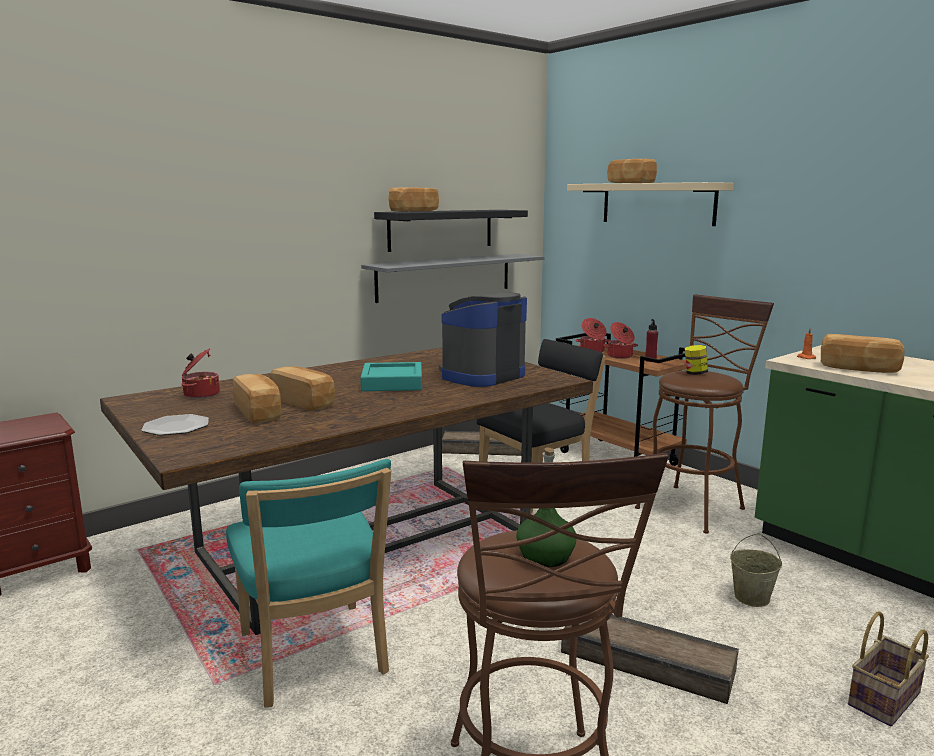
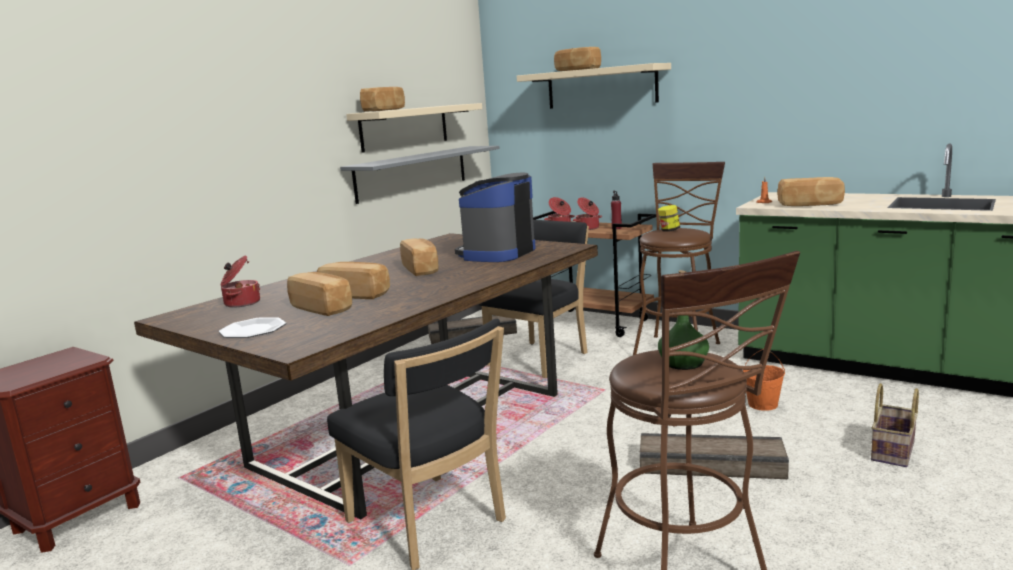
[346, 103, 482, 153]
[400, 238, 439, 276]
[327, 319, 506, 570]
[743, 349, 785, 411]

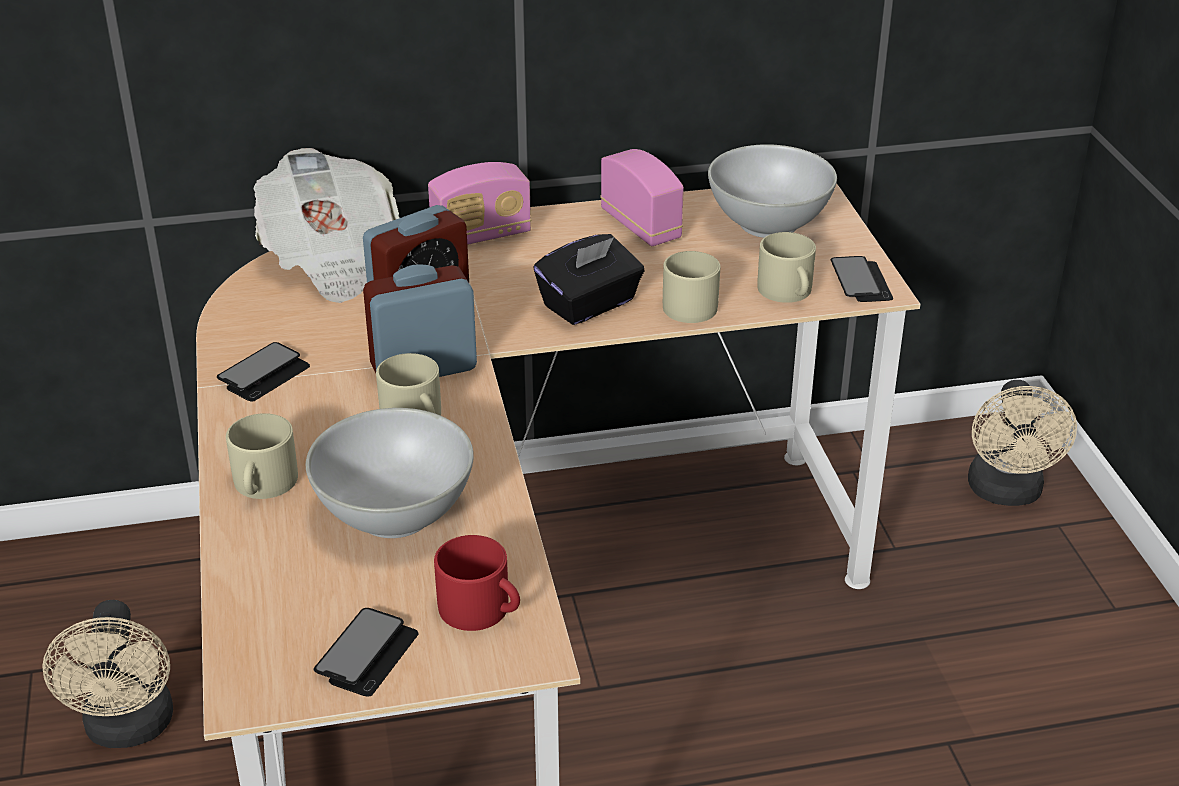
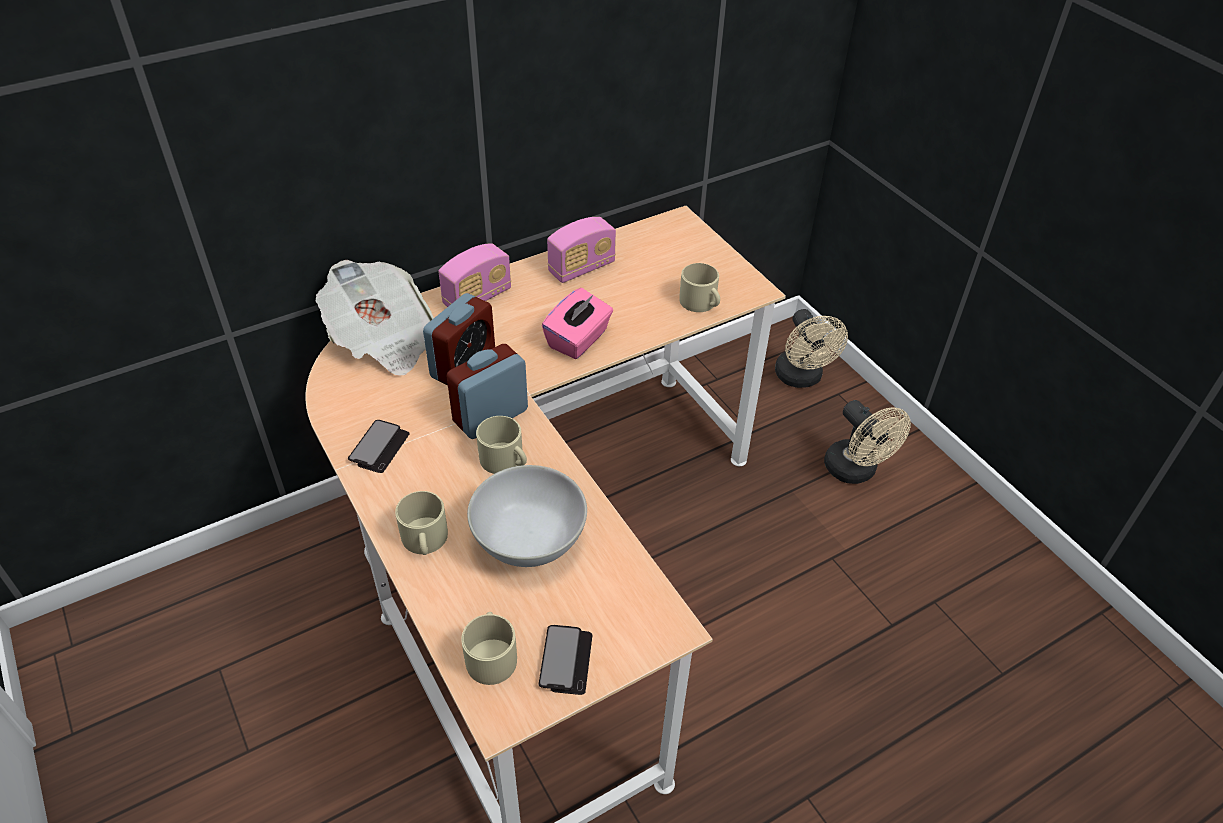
[708, 144, 837, 238] (first image)
[547, 217, 616, 283]
[542, 288, 613, 359]
[461, 612, 517, 685]
[830, 256, 893, 302] (first image)
[434, 535, 520, 631] (first image)
[824, 400, 911, 484]

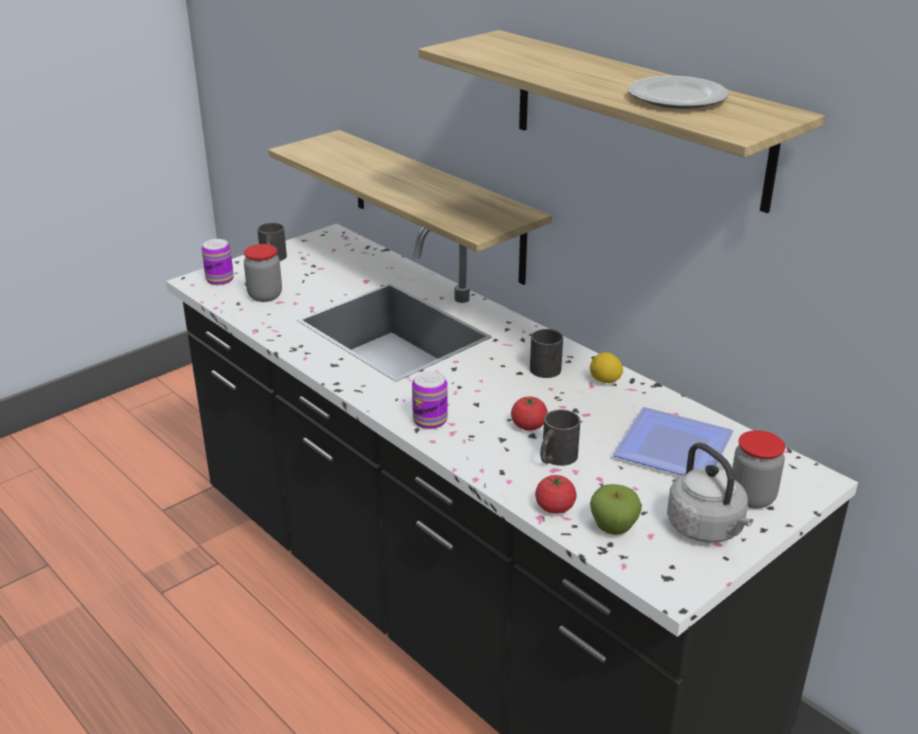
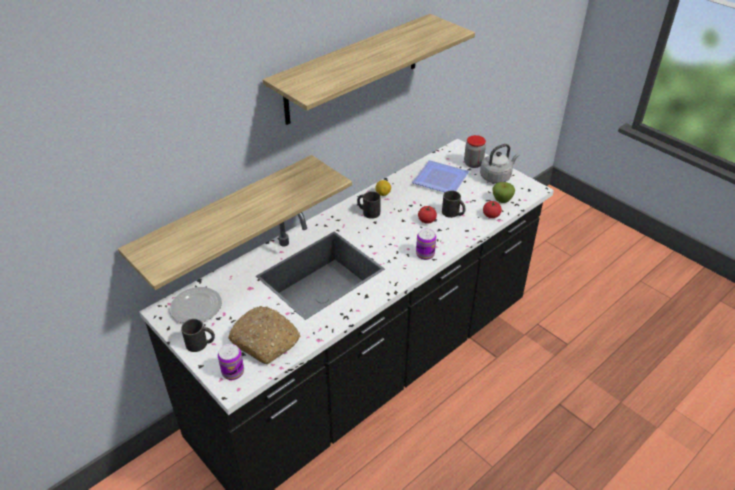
[170, 287, 222, 323]
[228, 306, 300, 364]

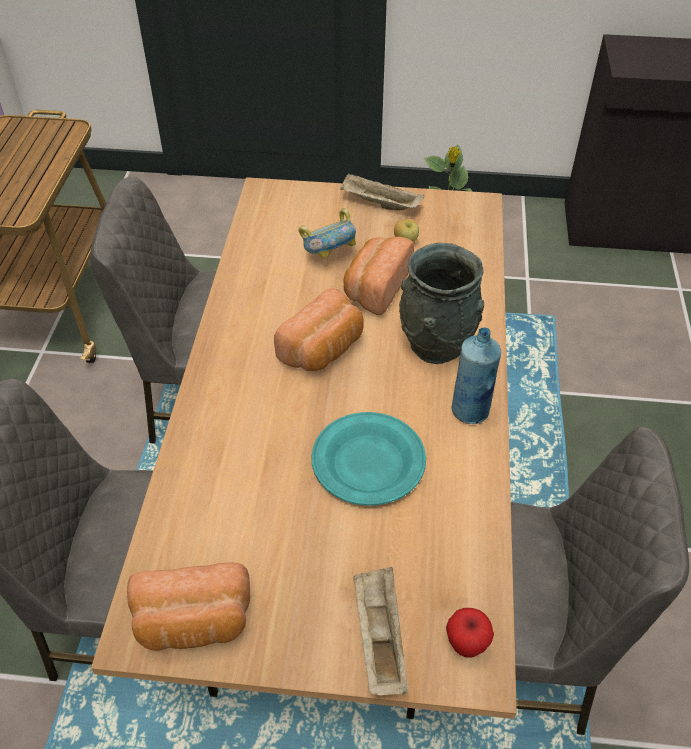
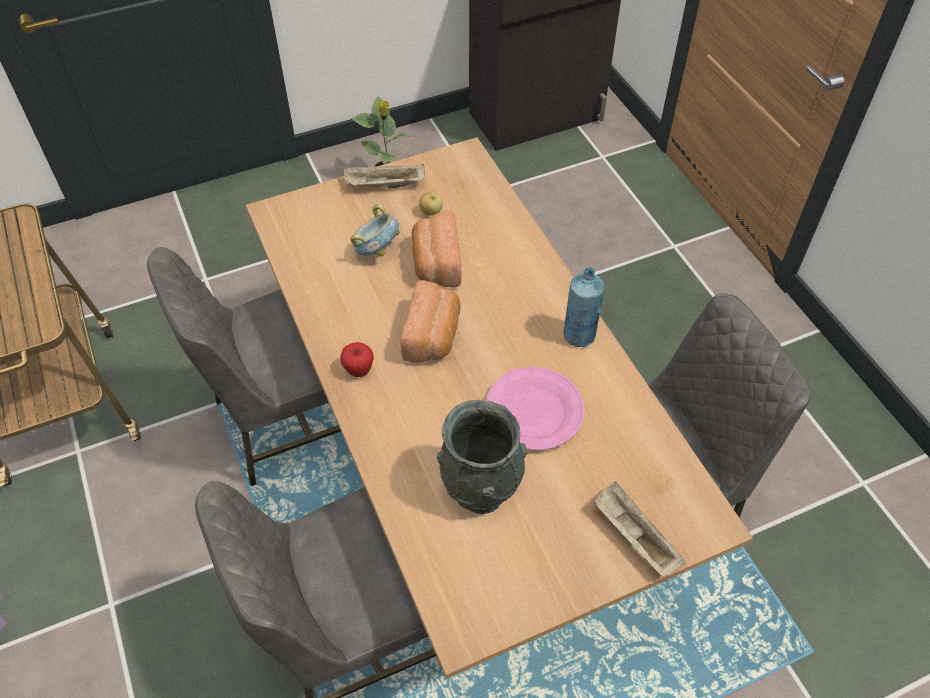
[437, 400, 527, 514]
[486, 367, 584, 450]
[127, 563, 250, 651] (first image)
[340, 342, 374, 377]

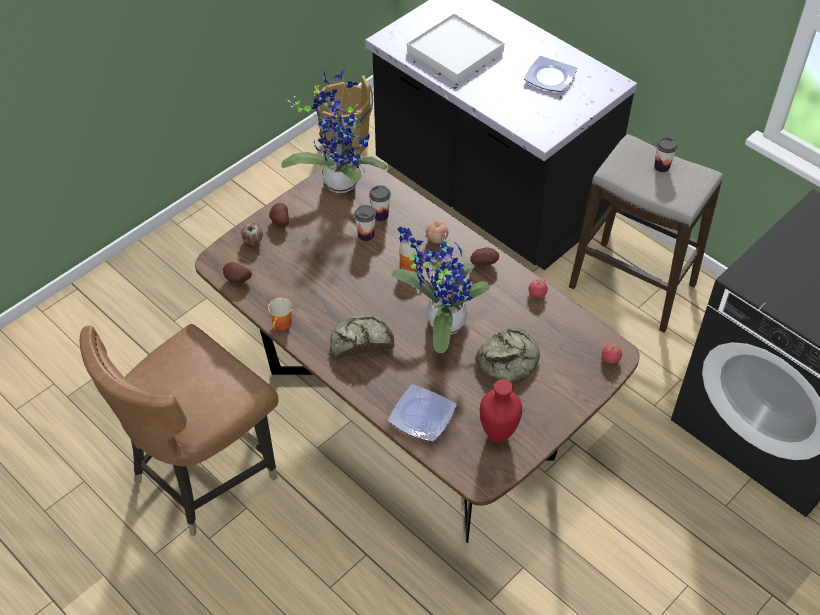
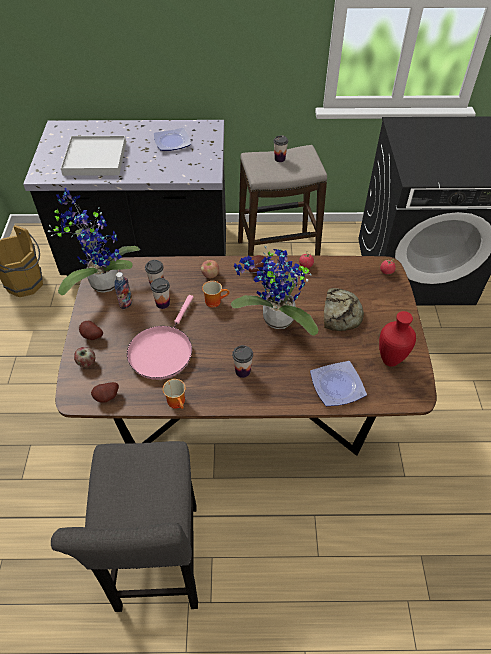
[232, 345, 253, 378]
[51, 441, 198, 612]
[114, 272, 133, 309]
[127, 295, 194, 380]

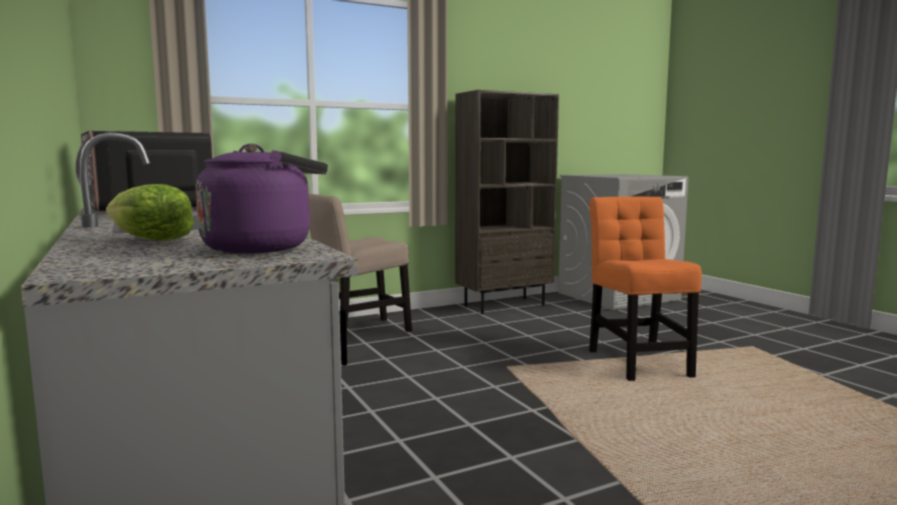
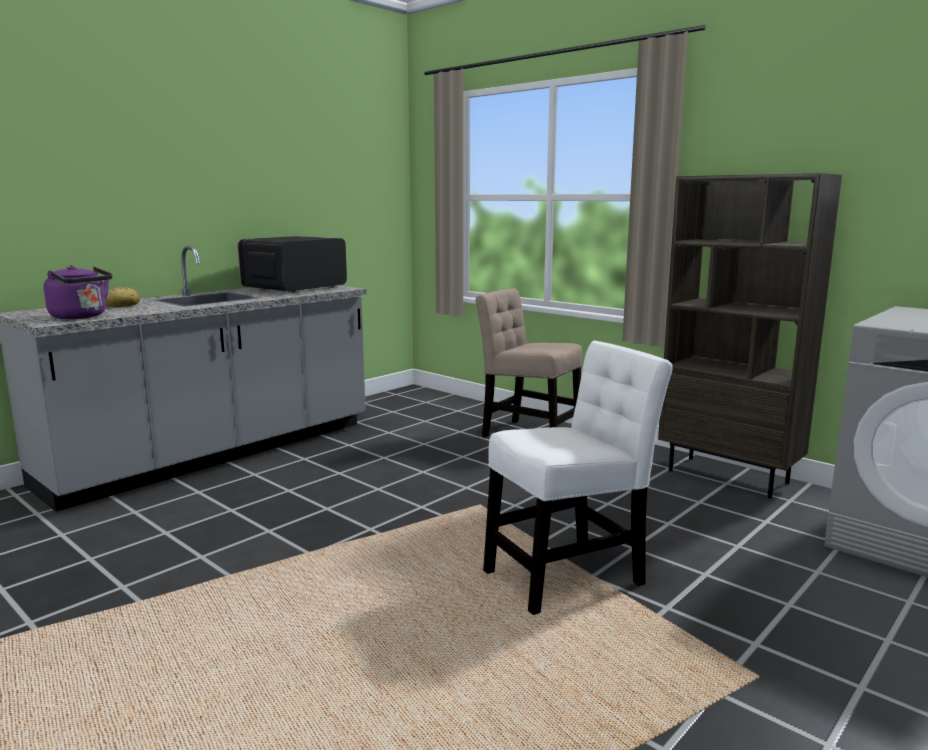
[105, 286, 140, 308]
[483, 341, 673, 615]

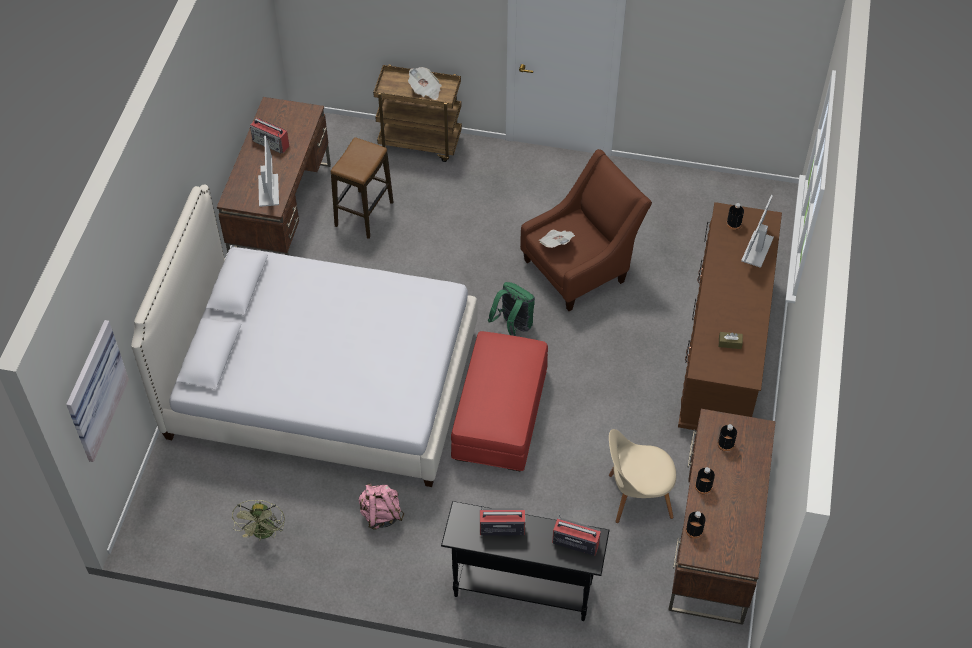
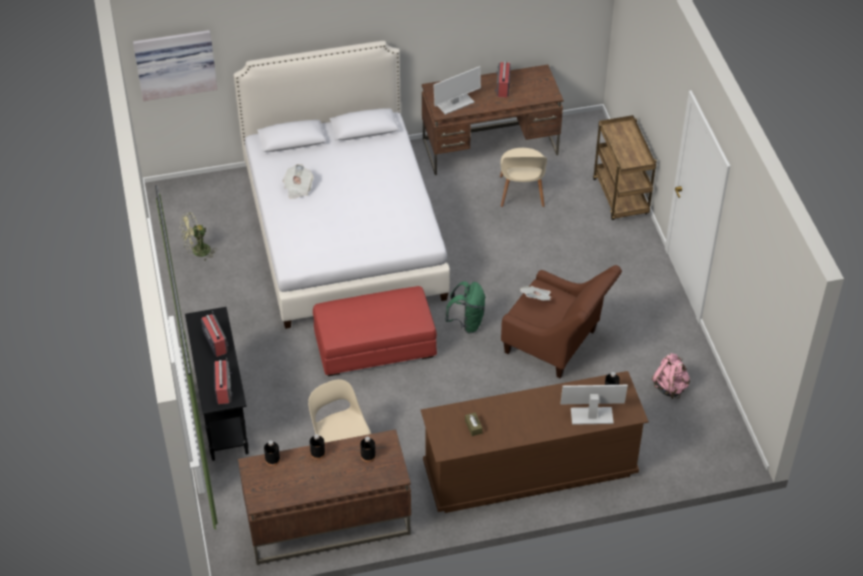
[283, 164, 314, 199]
[500, 148, 547, 207]
[652, 353, 690, 399]

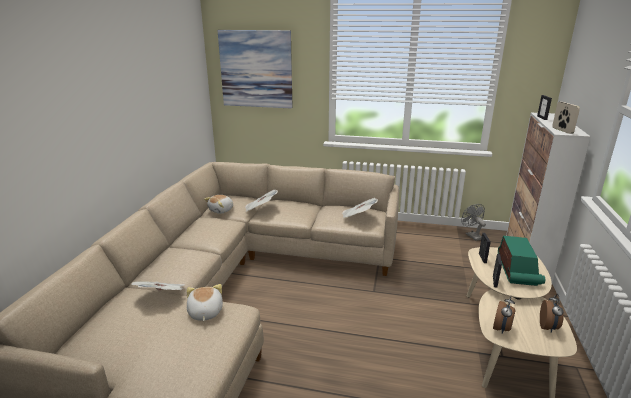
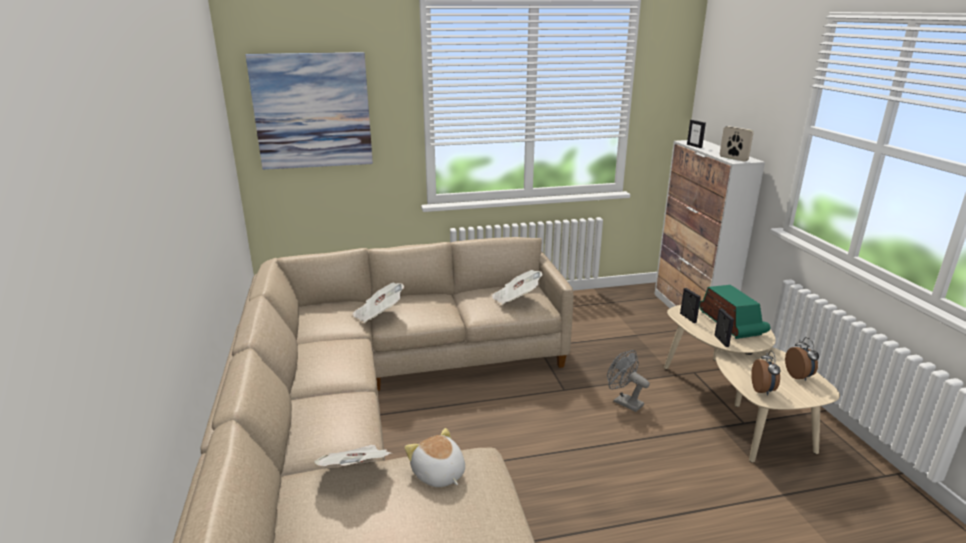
[204, 195, 233, 214] (first image)
[607, 350, 650, 412]

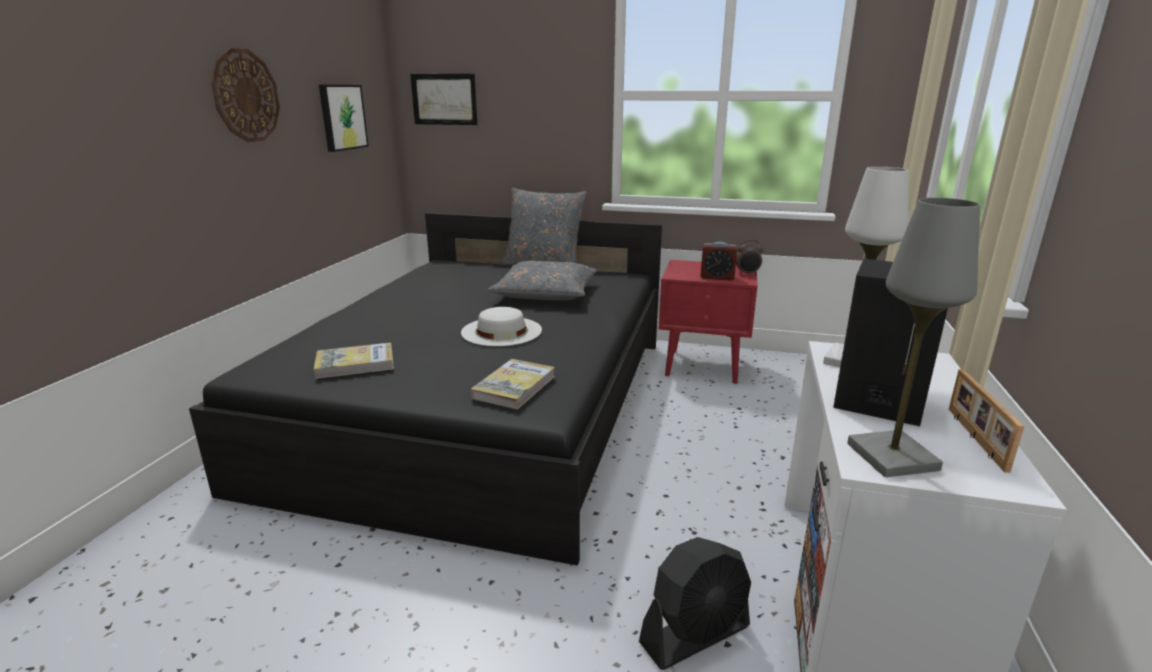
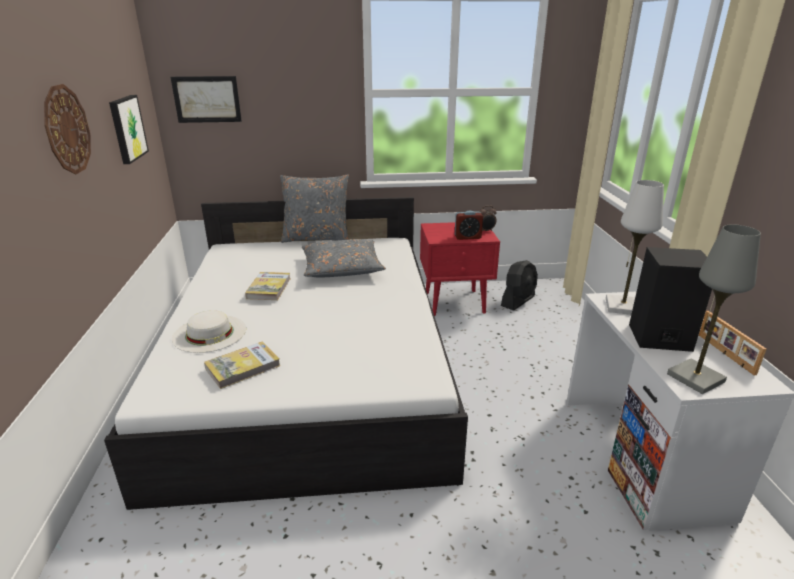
[104, 197, 468, 510]
[172, 310, 246, 353]
[245, 272, 291, 300]
[501, 260, 538, 311]

